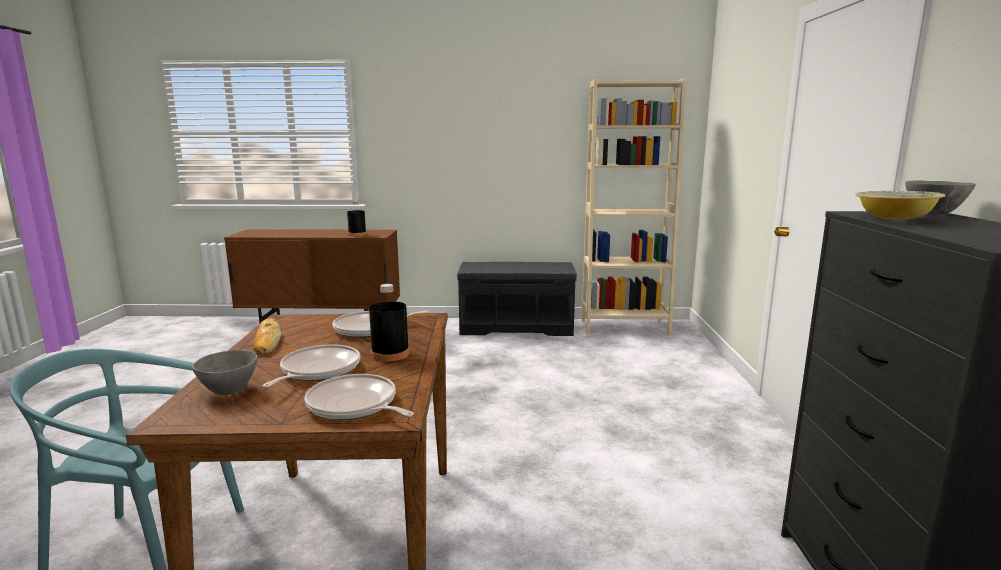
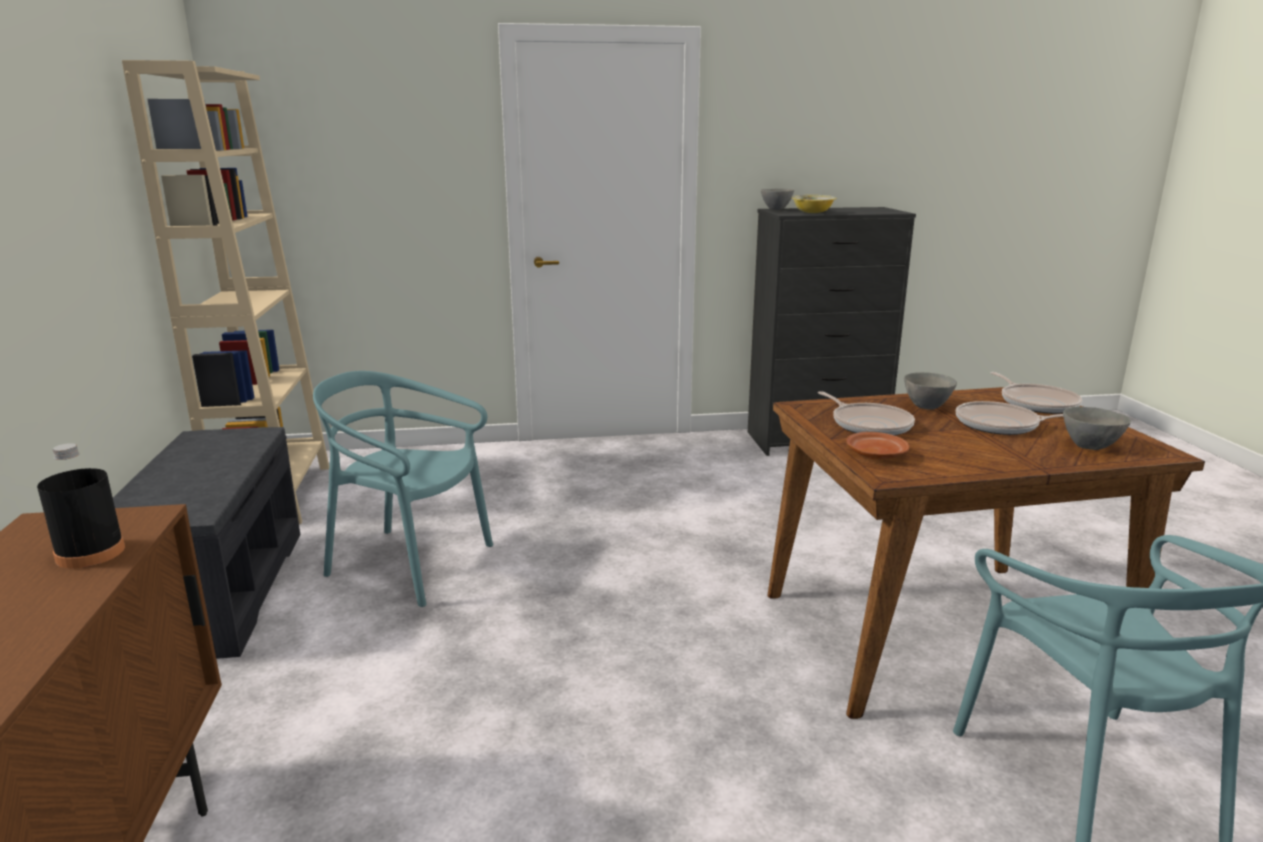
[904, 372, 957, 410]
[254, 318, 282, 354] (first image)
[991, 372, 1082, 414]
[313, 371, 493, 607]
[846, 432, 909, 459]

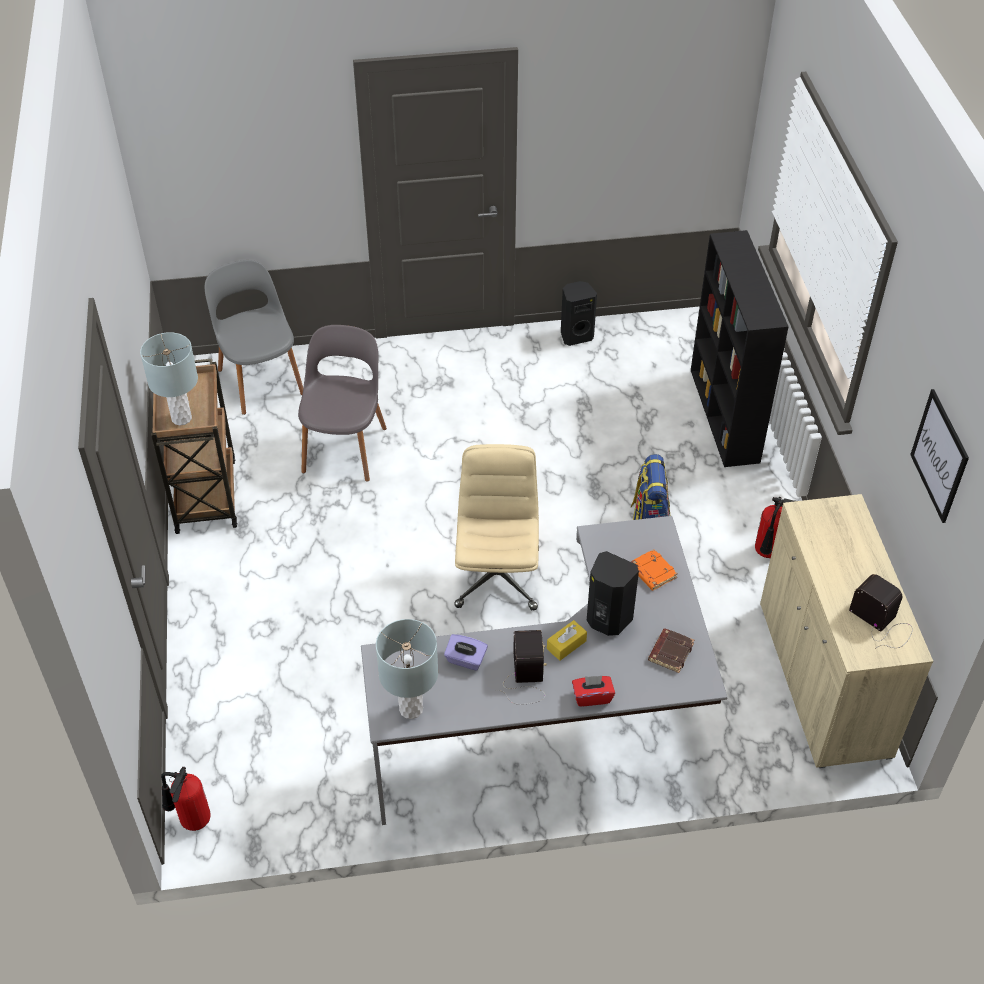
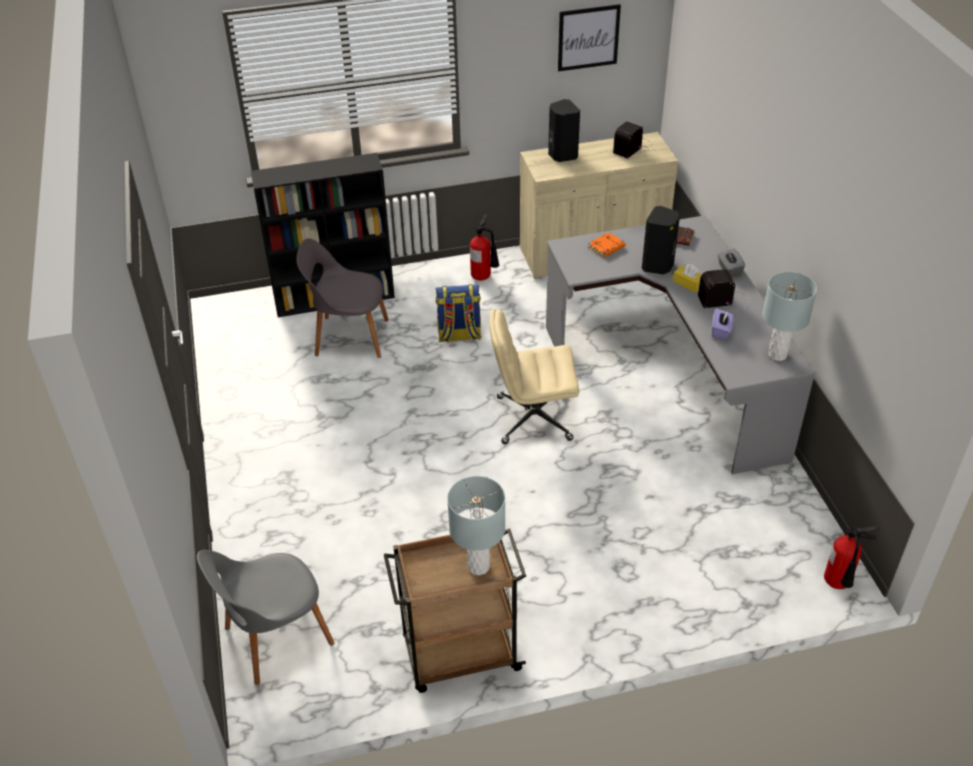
[548, 99, 580, 162]
[297, 238, 389, 358]
[718, 248, 745, 277]

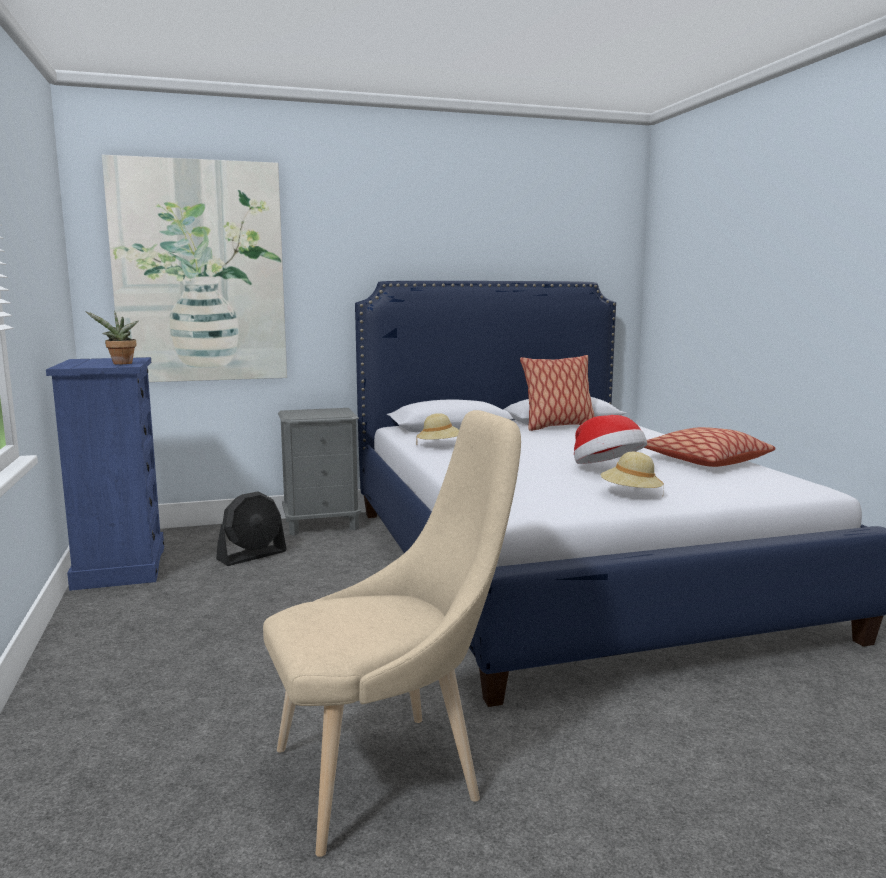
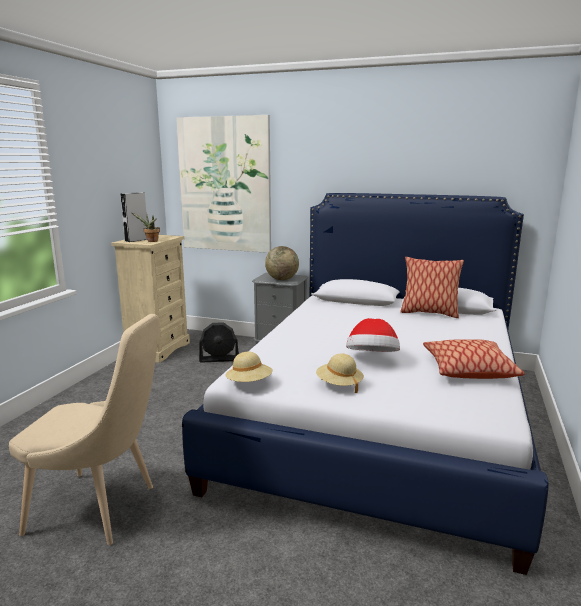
[111, 235, 190, 363]
[225, 352, 273, 382]
[120, 192, 148, 242]
[265, 246, 299, 280]

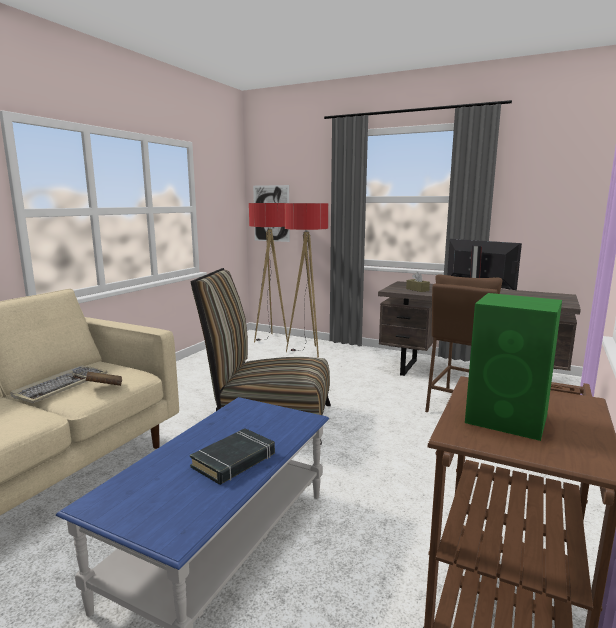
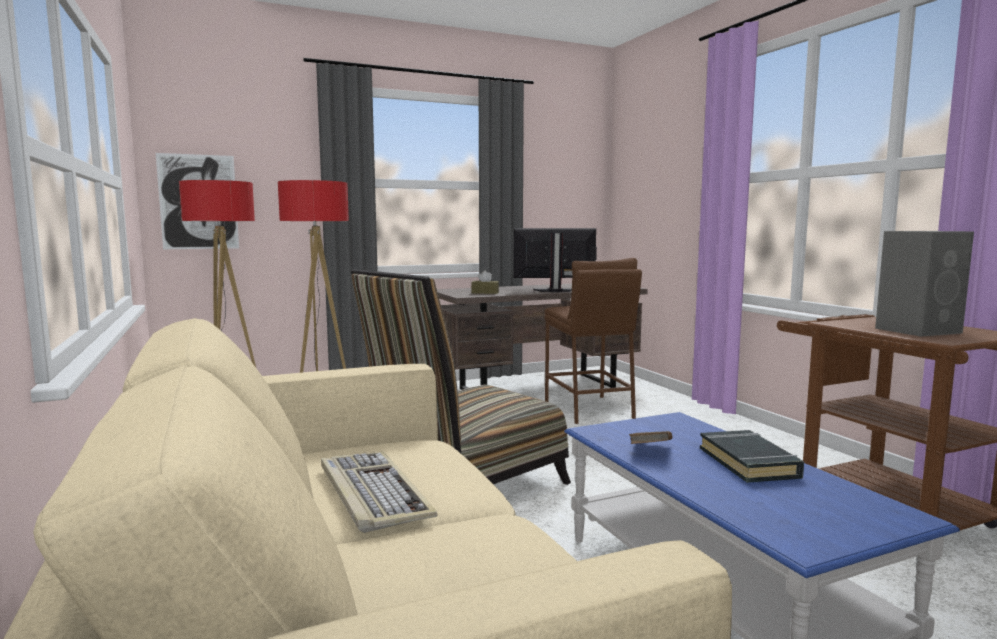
[875, 231, 974, 337]
[629, 431, 673, 444]

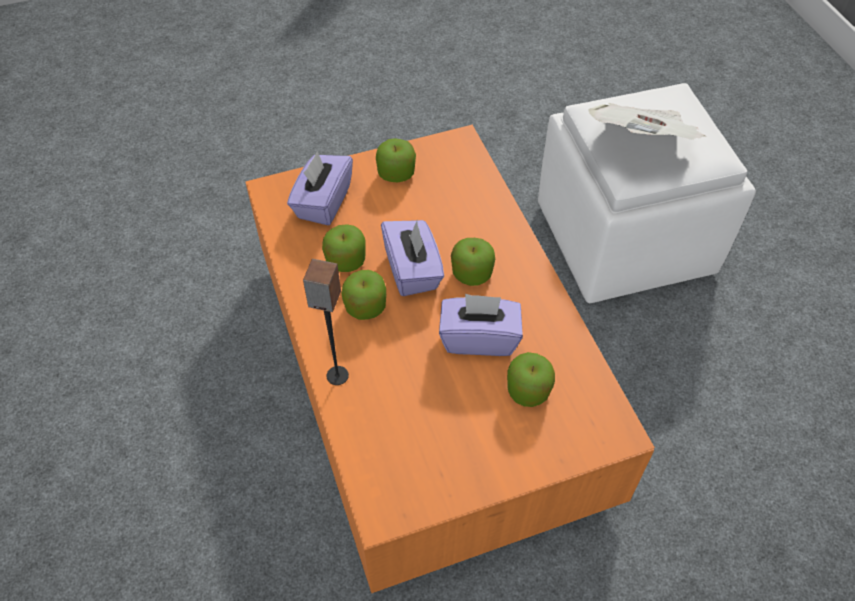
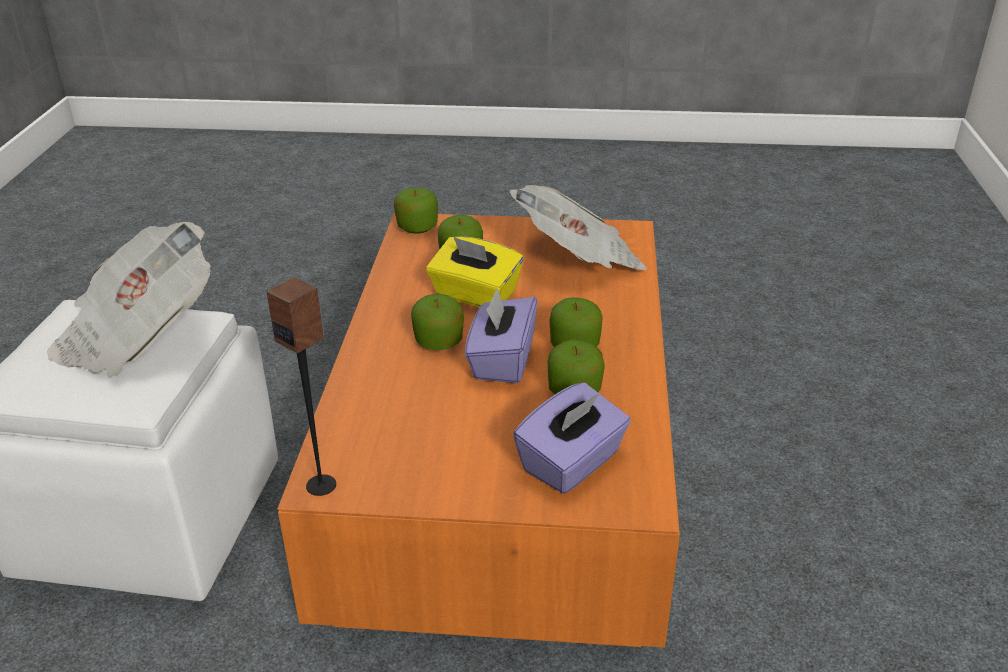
[394, 188, 438, 234]
[267, 277, 336, 496]
[426, 236, 524, 308]
[510, 185, 647, 270]

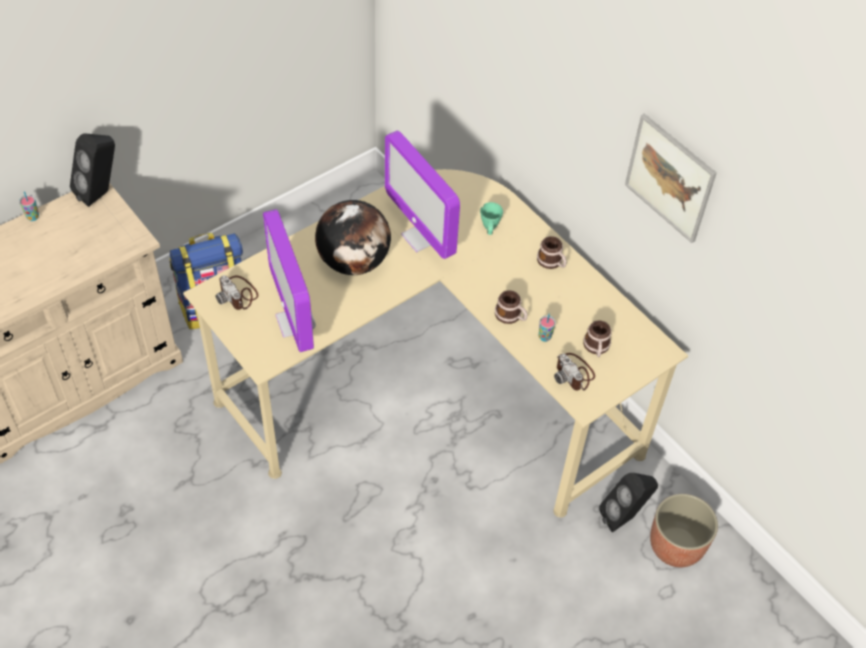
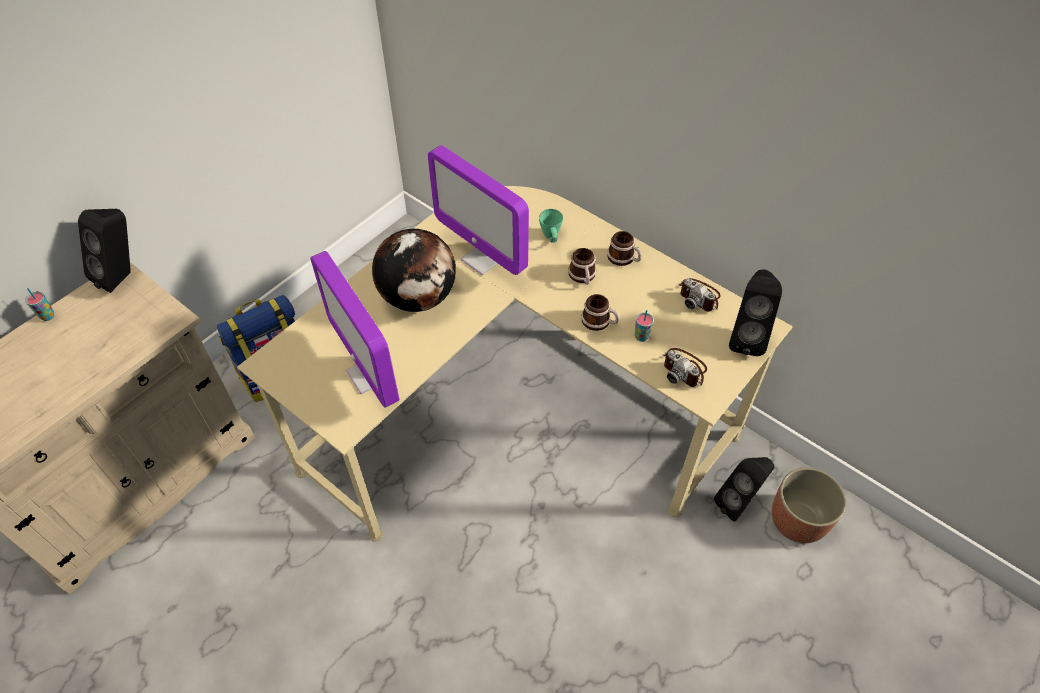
[625, 113, 717, 243] (first image)
[678, 278, 721, 312]
[568, 248, 596, 285]
[729, 270, 782, 356]

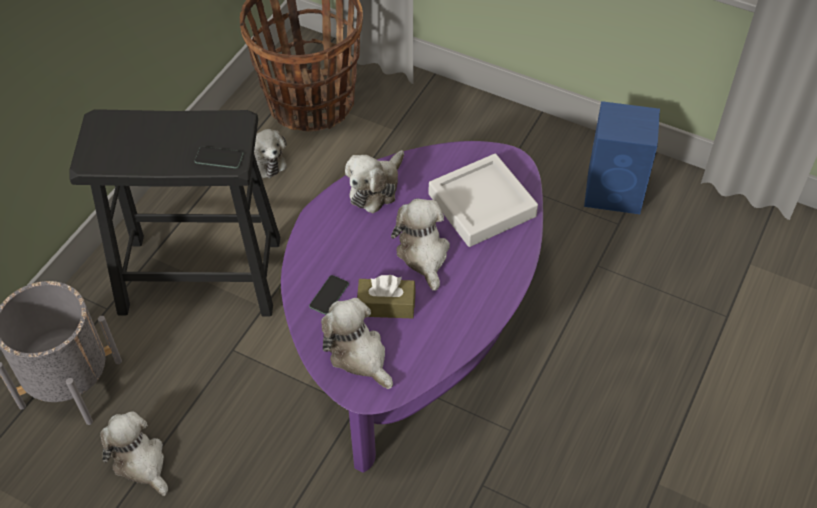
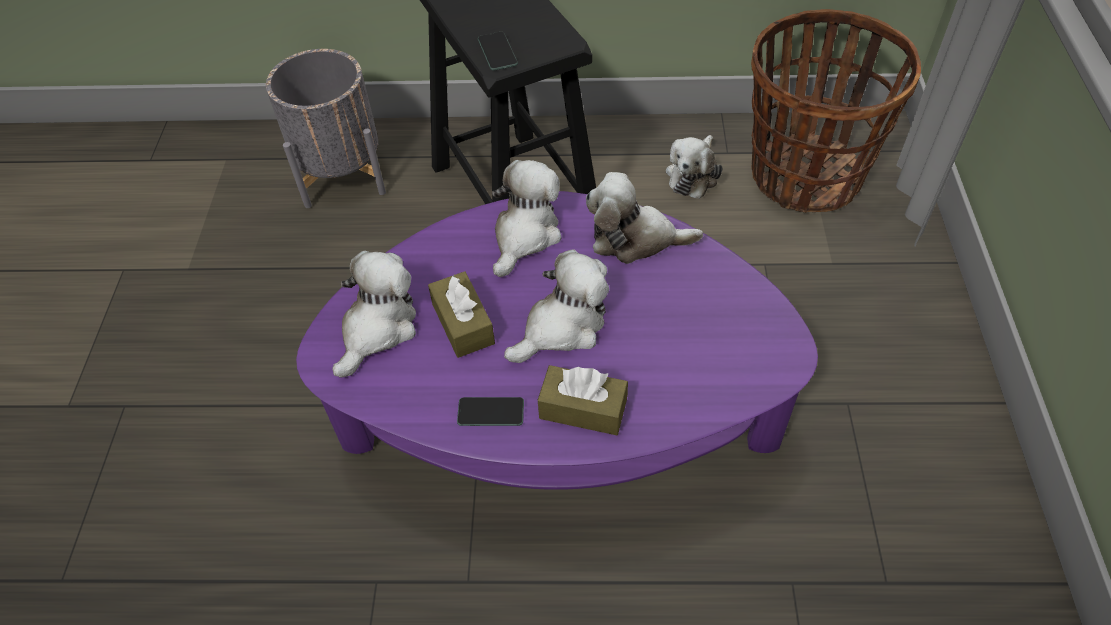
[584, 101, 660, 214] (first image)
[429, 154, 538, 247] (first image)
[457, 397, 524, 426]
[492, 160, 561, 277]
[538, 365, 628, 435]

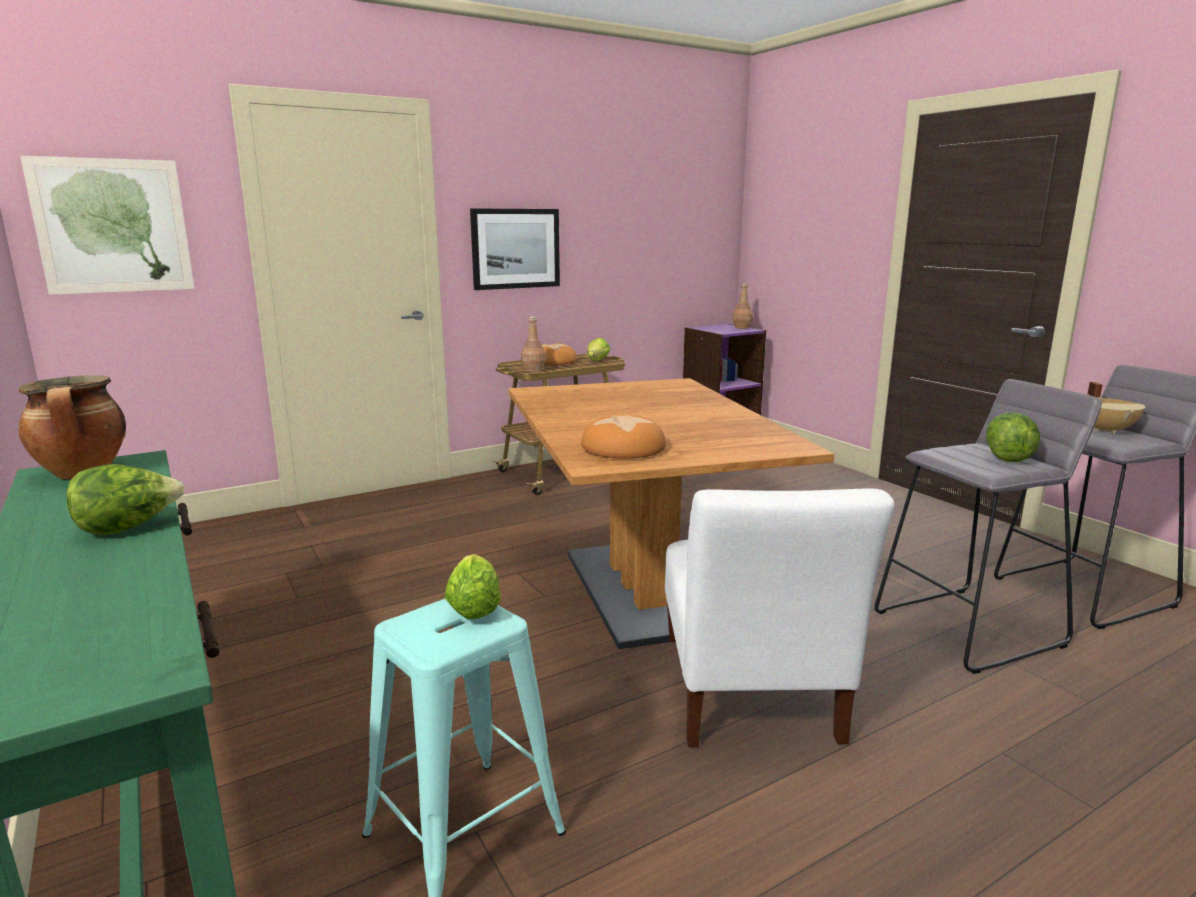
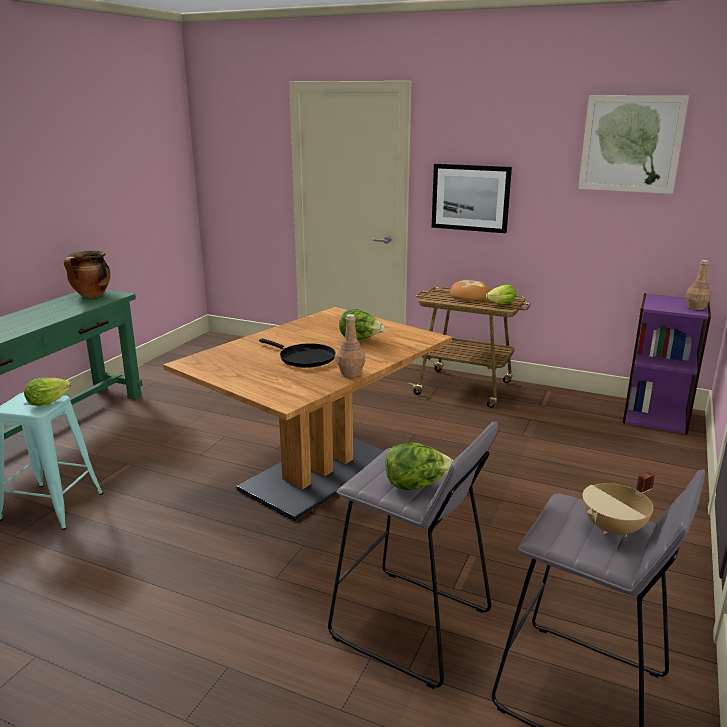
[578, 95, 689, 194]
[337, 314, 365, 377]
[581, 415, 666, 459] (first image)
[339, 309, 384, 340]
[665, 488, 895, 747] (first image)
[259, 338, 336, 368]

